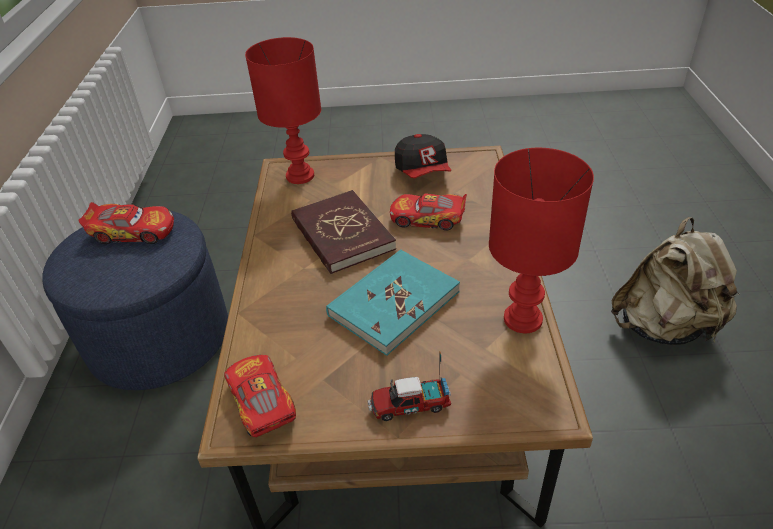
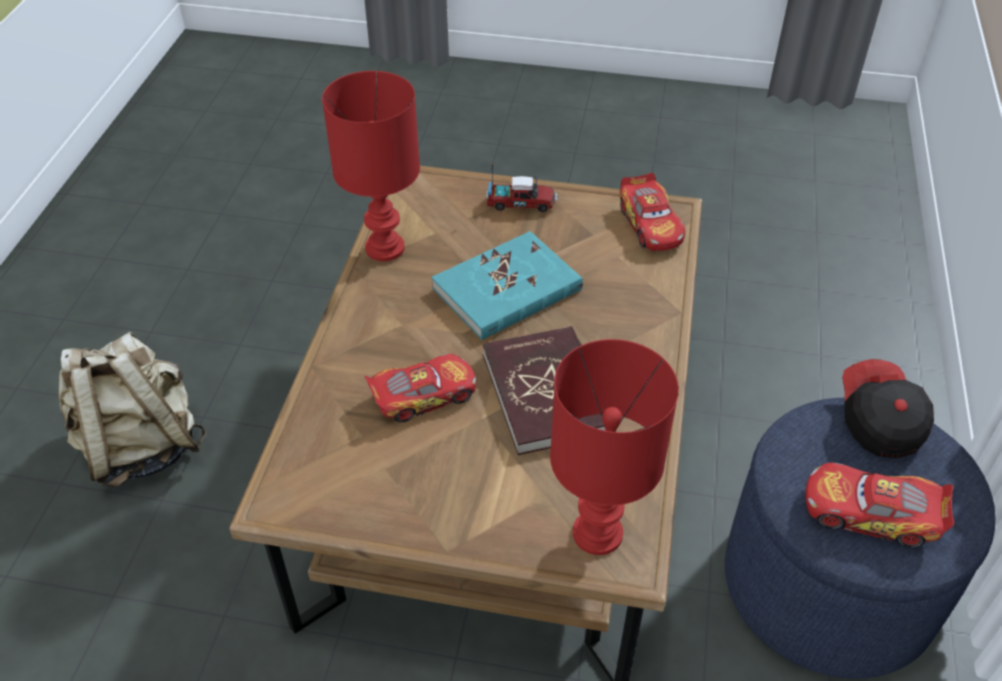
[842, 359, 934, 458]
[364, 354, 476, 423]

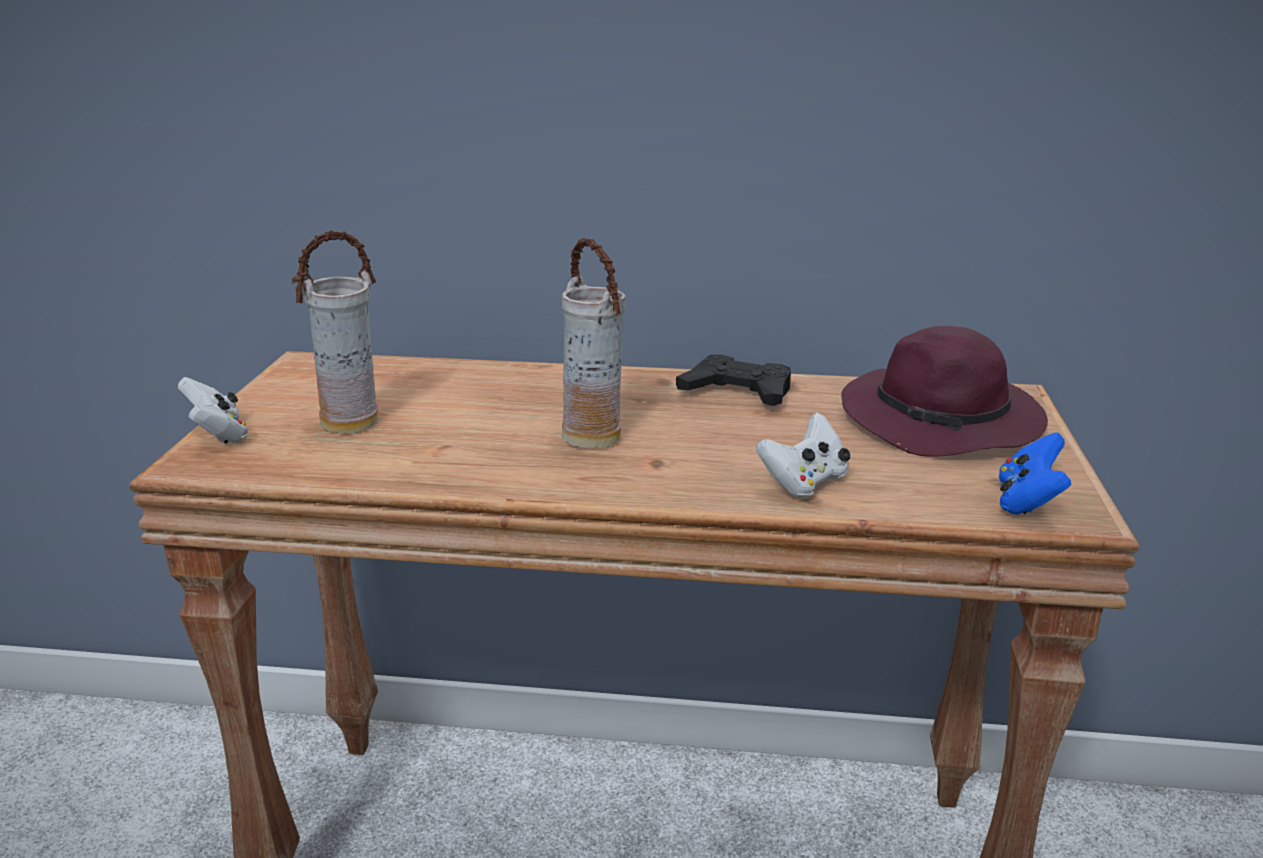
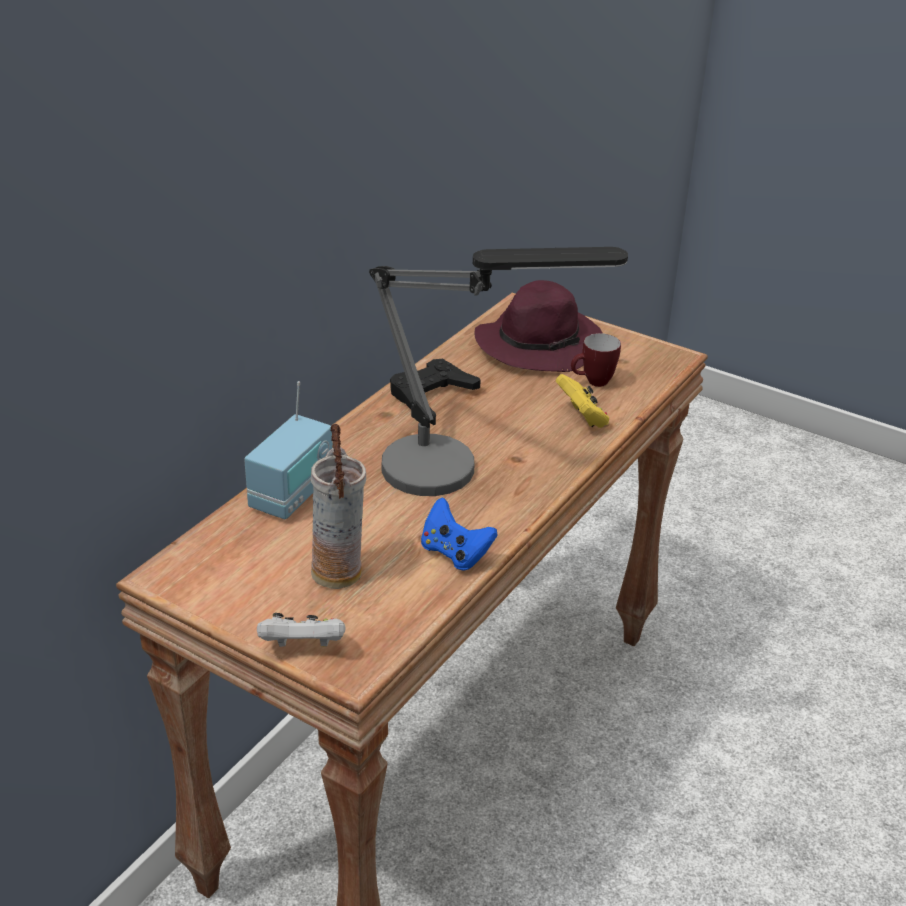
[369, 247, 628, 496]
[556, 374, 609, 428]
[421, 497, 498, 571]
[571, 333, 621, 387]
[244, 381, 333, 519]

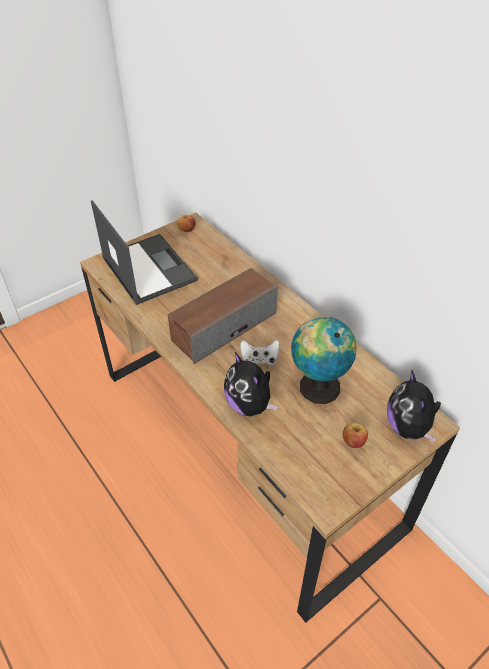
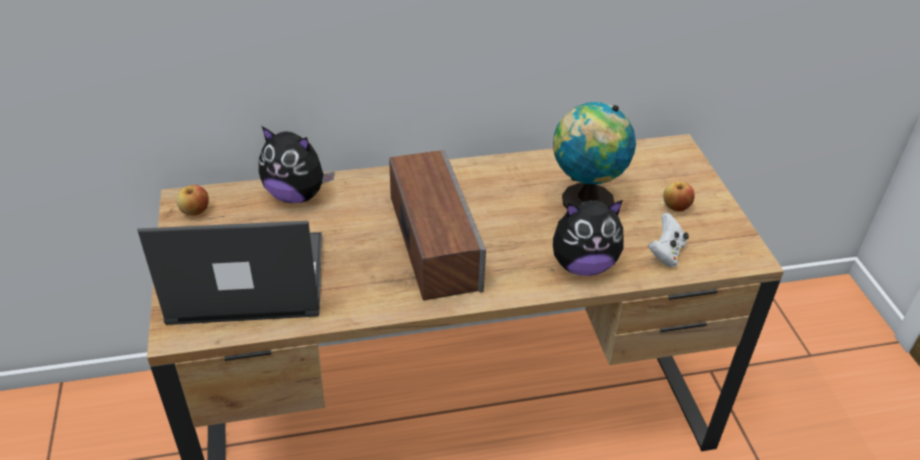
[648, 213, 689, 267]
[259, 126, 335, 203]

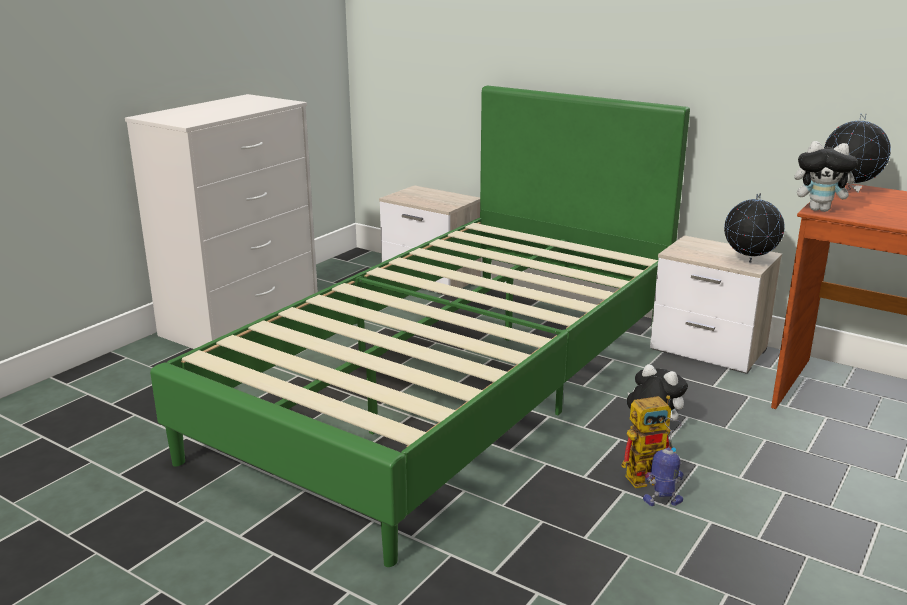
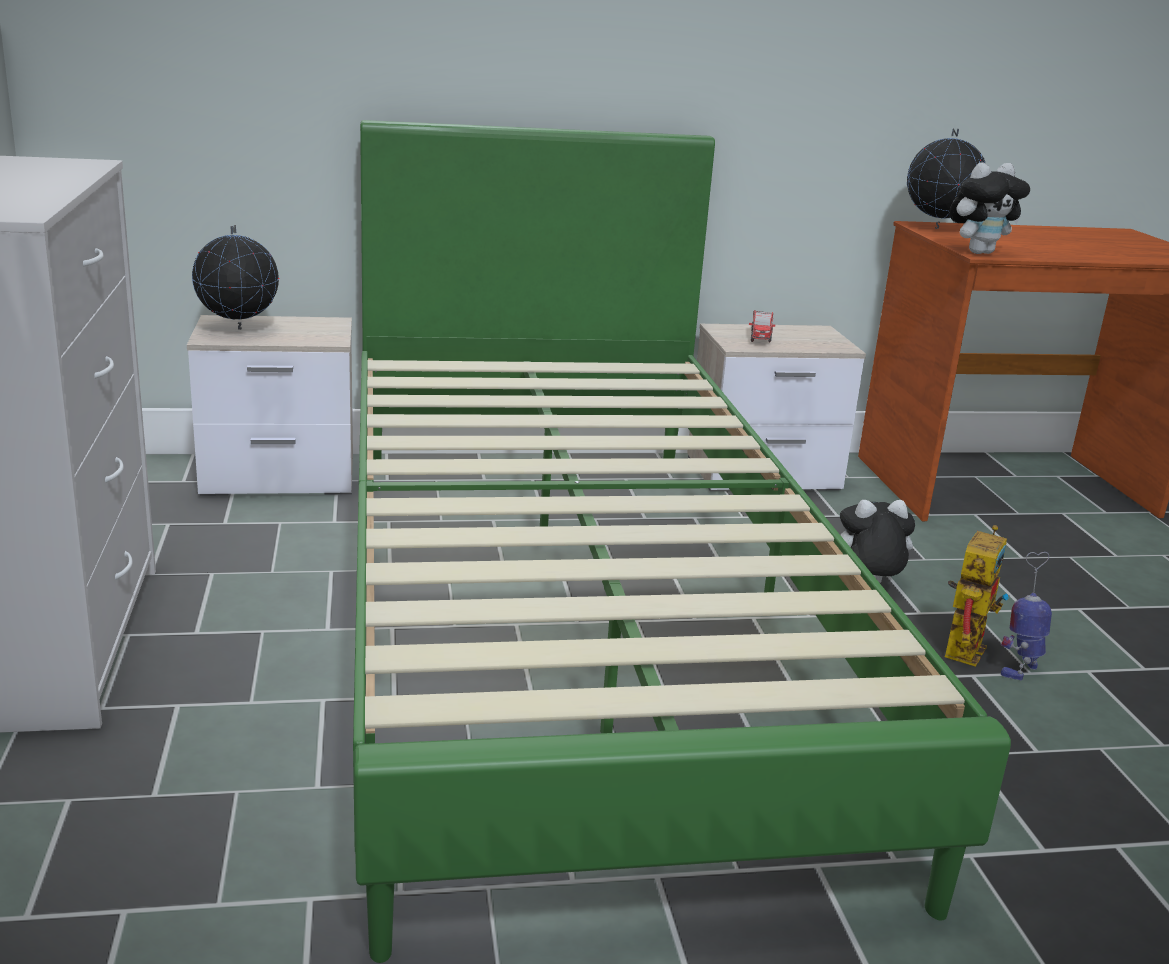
[192, 225, 279, 330]
[749, 310, 775, 343]

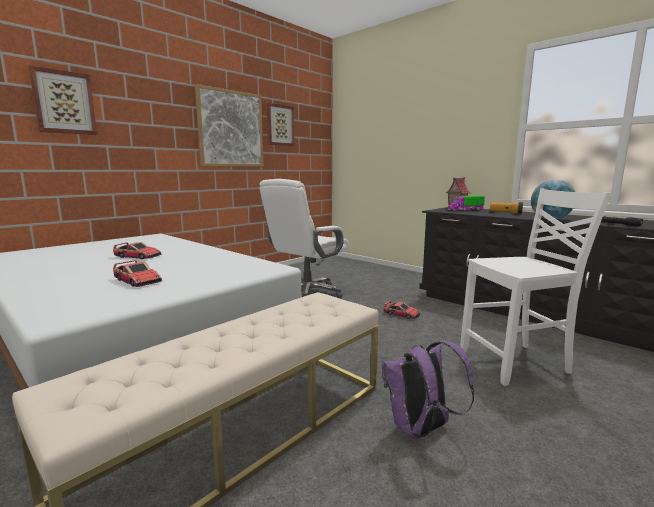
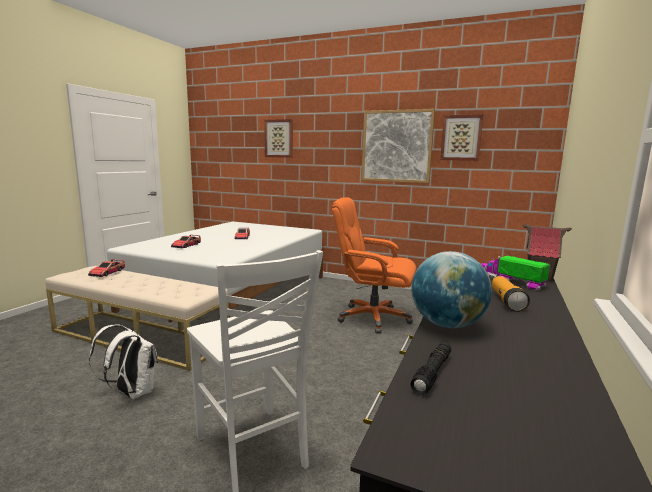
[332, 197, 417, 334]
[88, 259, 125, 277]
[89, 324, 158, 399]

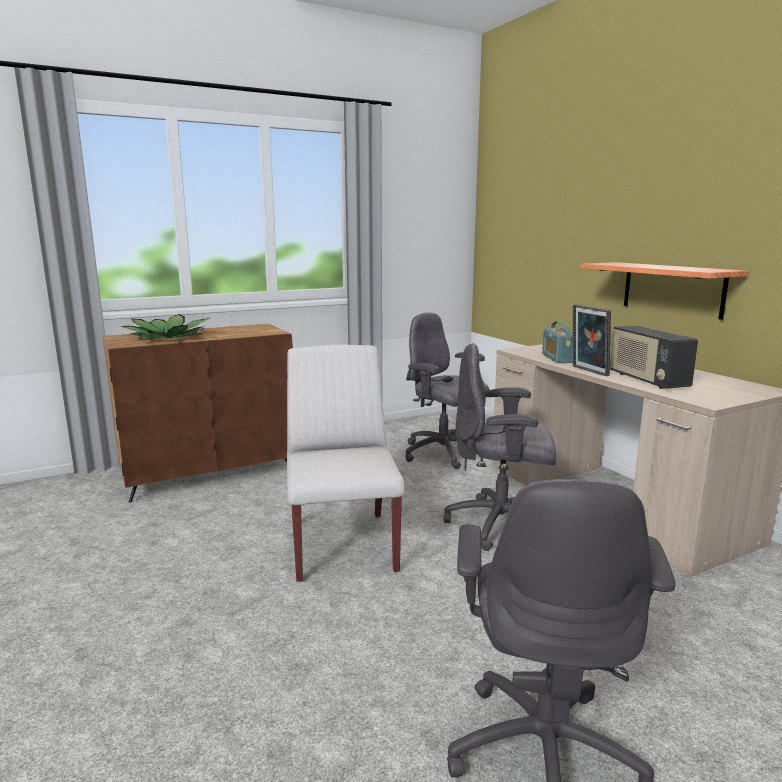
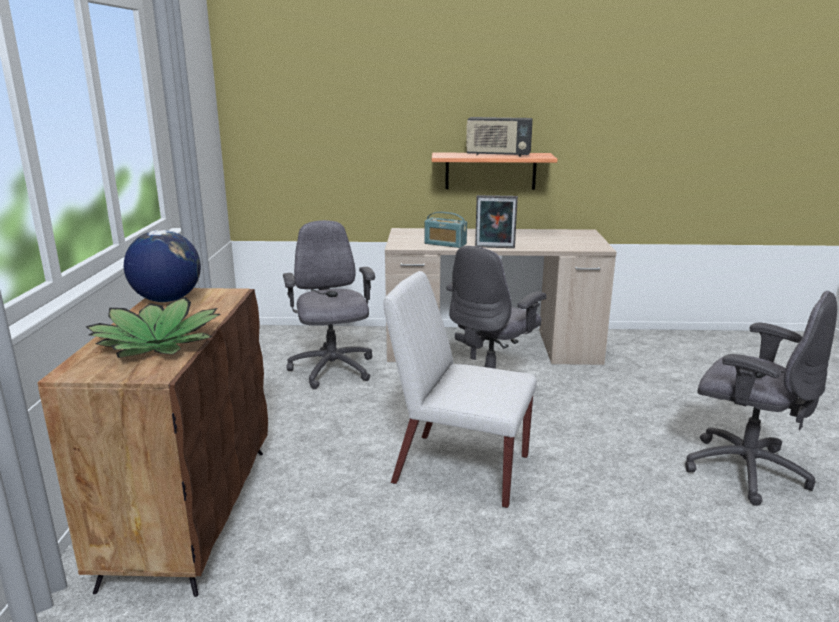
[283, 220, 375, 389]
[466, 117, 533, 157]
[124, 230, 201, 302]

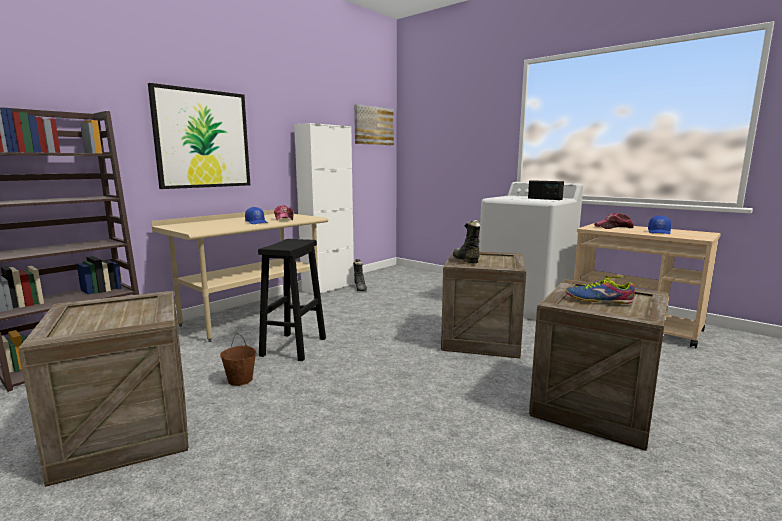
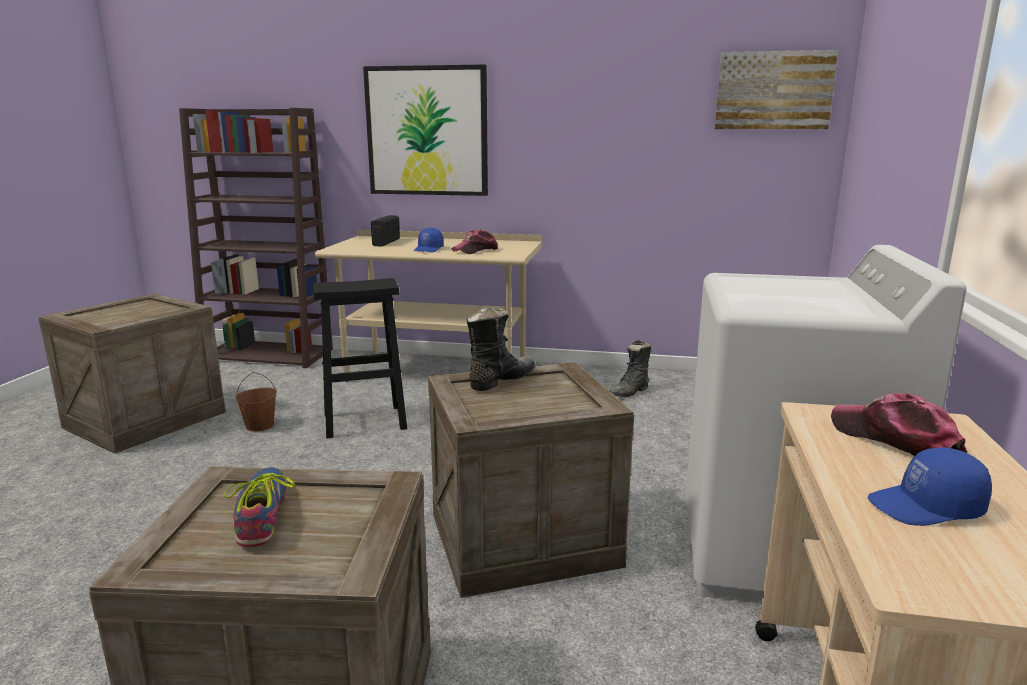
[294, 123, 354, 294] (first image)
[371, 215, 400, 246]

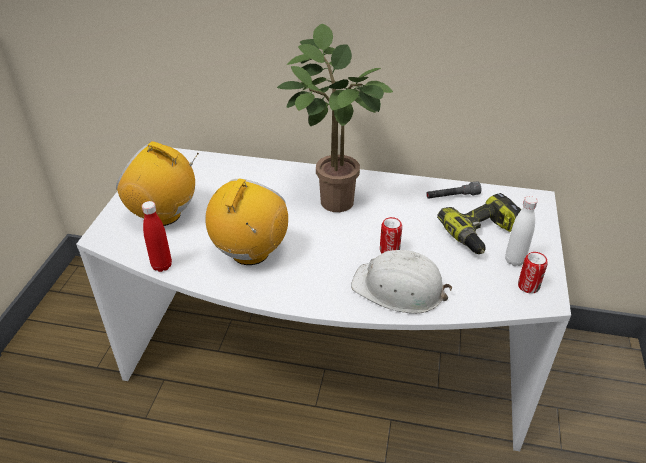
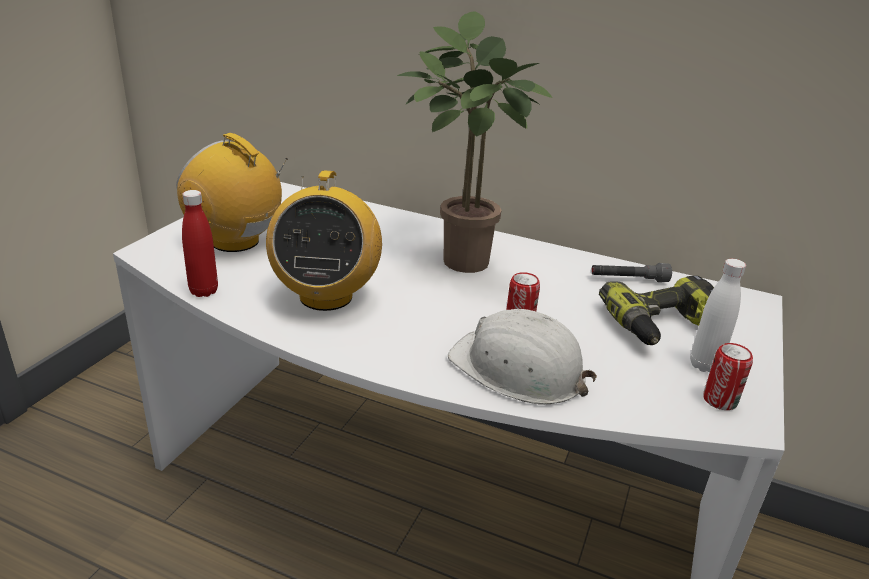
[266, 170, 382, 311]

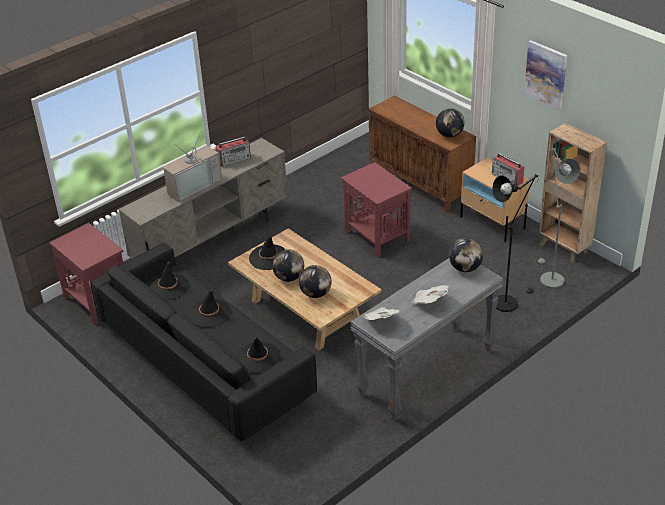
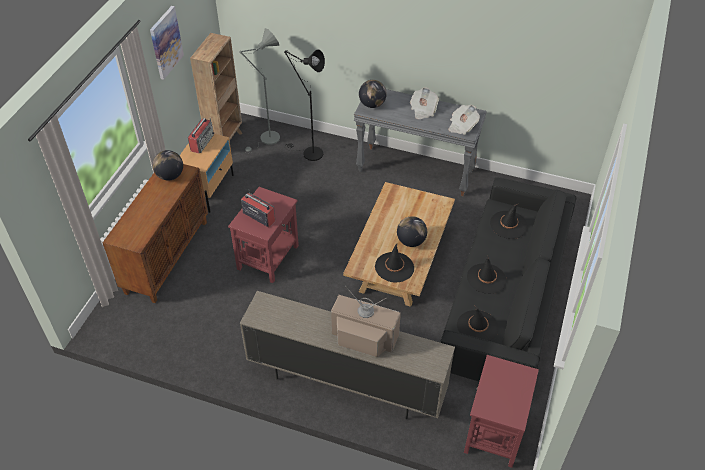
[241, 192, 276, 227]
[299, 265, 332, 298] (first image)

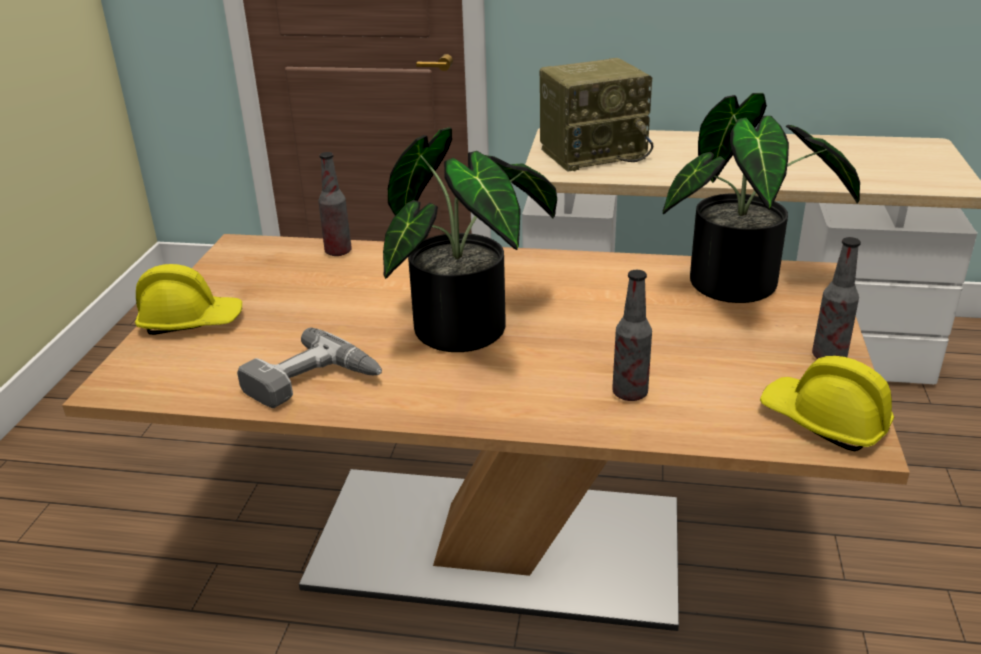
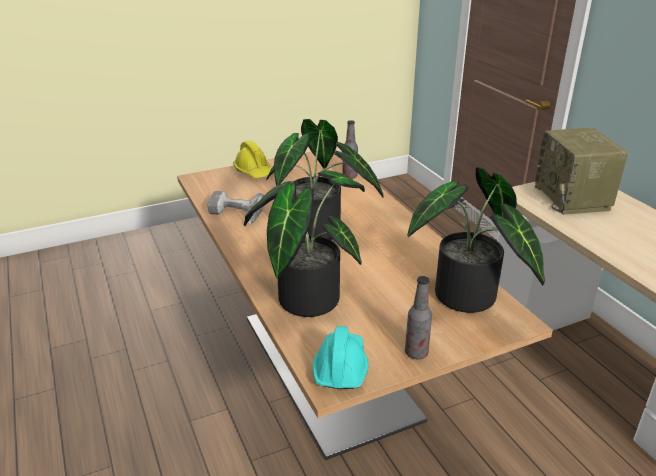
[535, 128, 628, 215]
[244, 170, 365, 317]
[313, 326, 369, 389]

